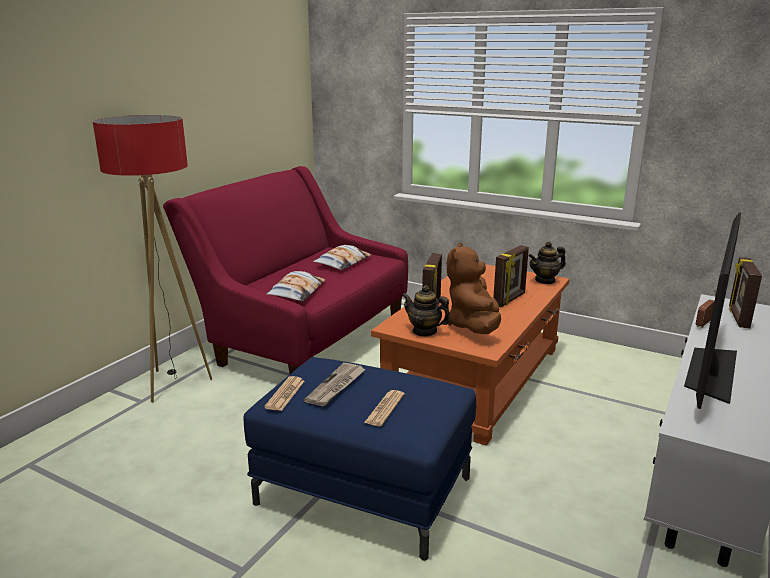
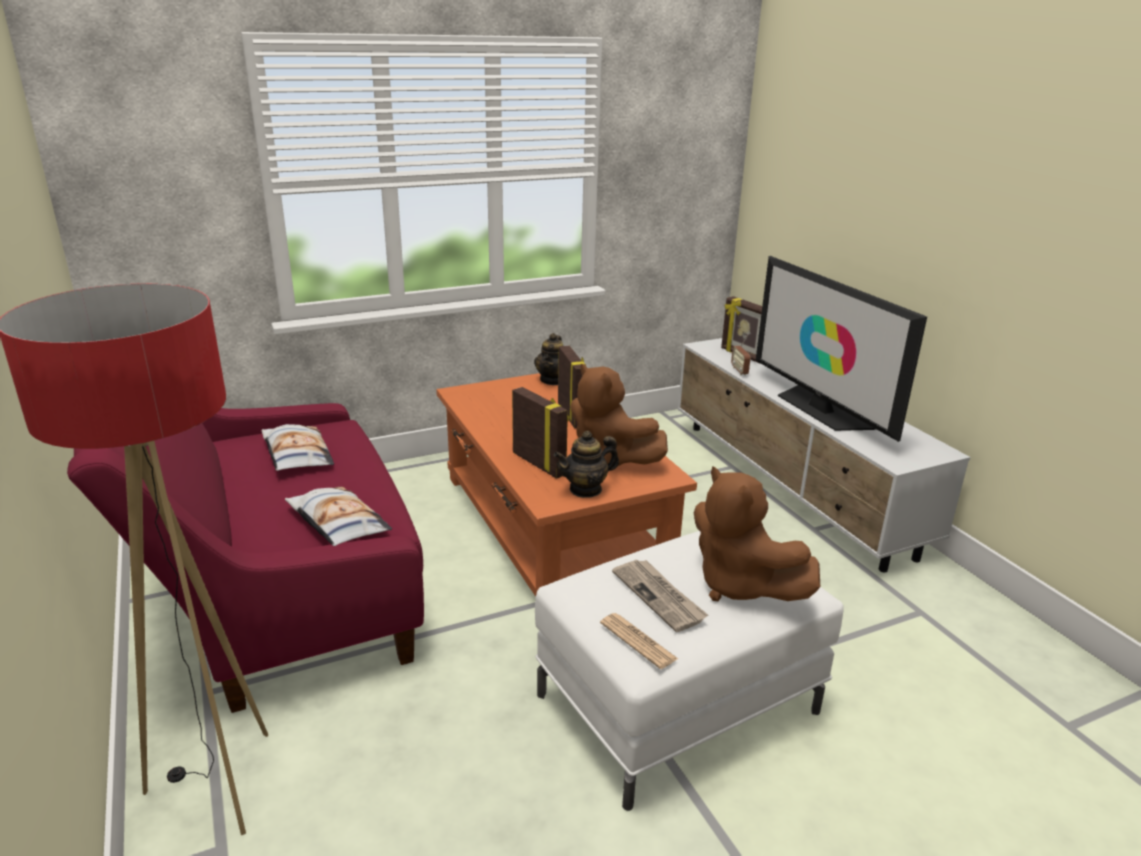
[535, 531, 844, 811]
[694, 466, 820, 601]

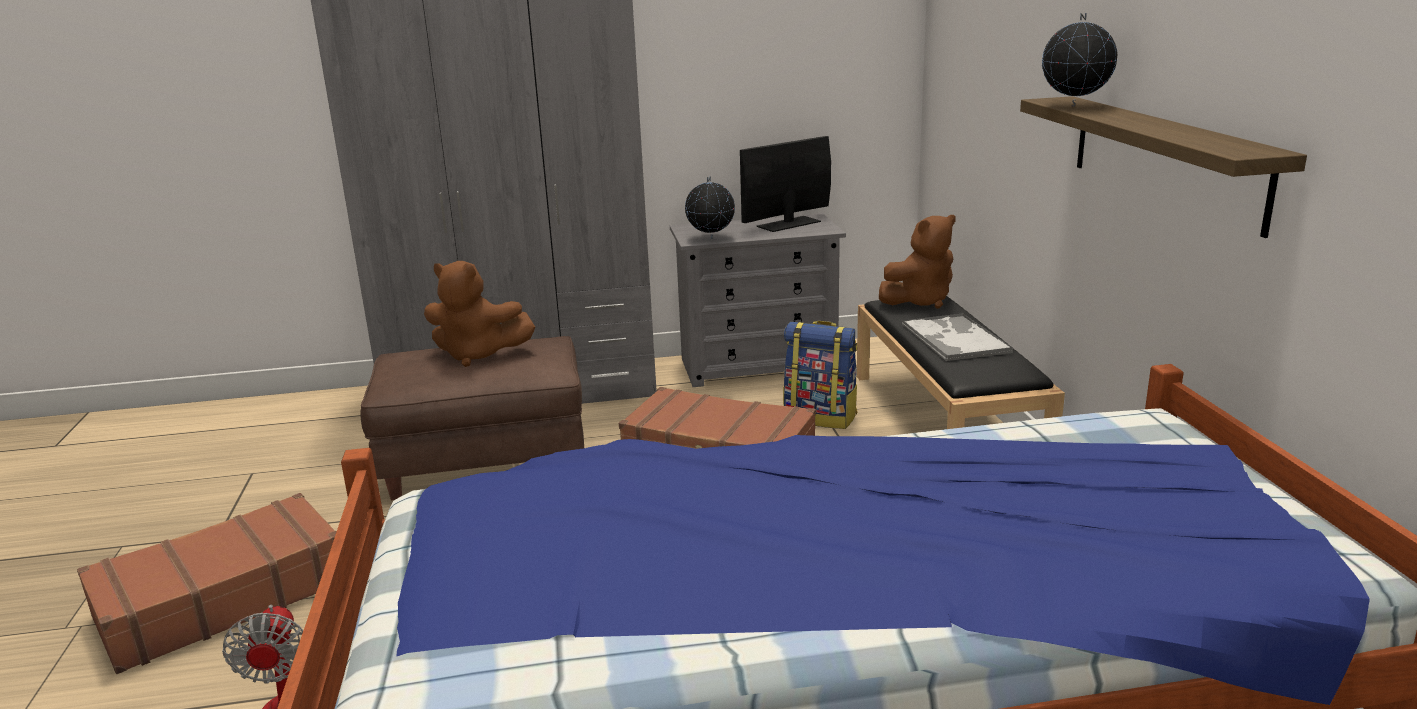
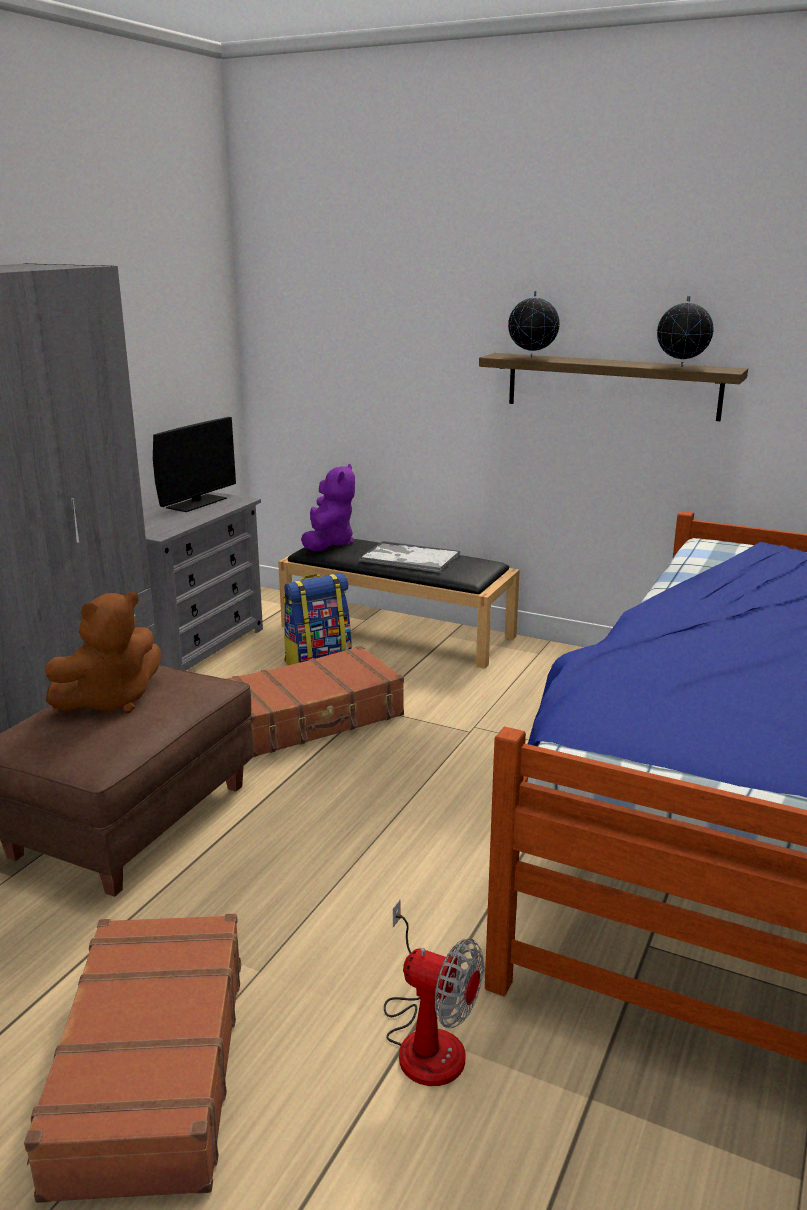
[153, 417, 236, 512]
[657, 296, 714, 367]
[301, 464, 355, 551]

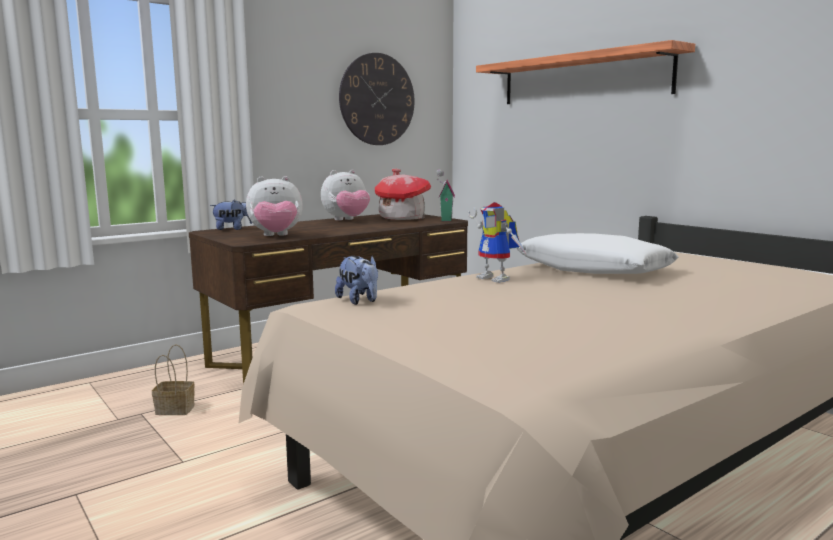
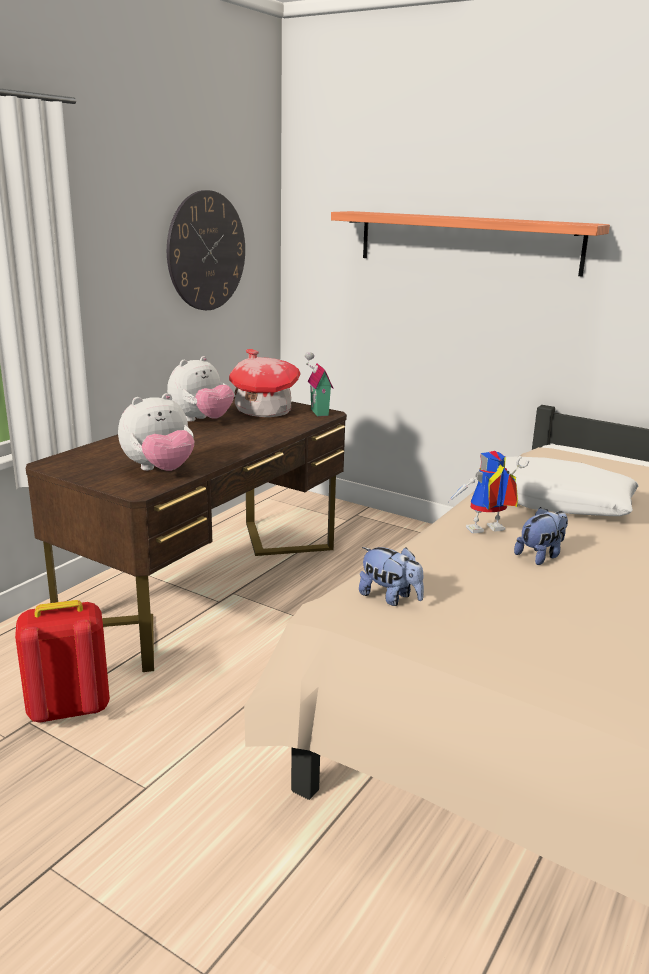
[514, 507, 568, 565]
[447, 451, 529, 533]
[15, 600, 110, 723]

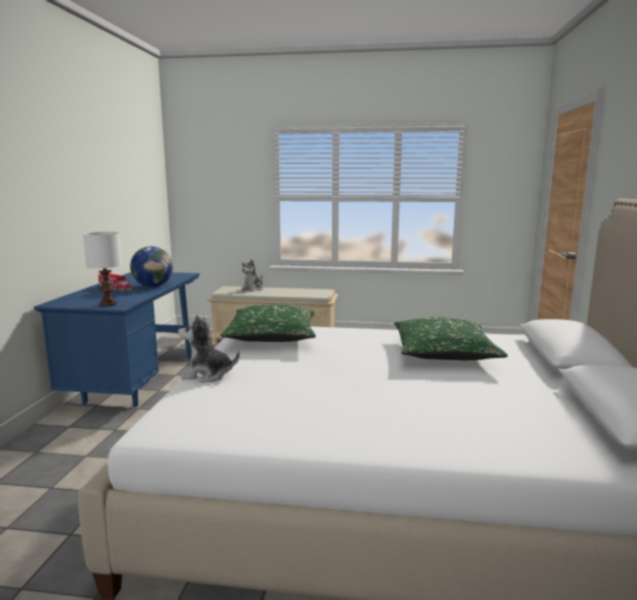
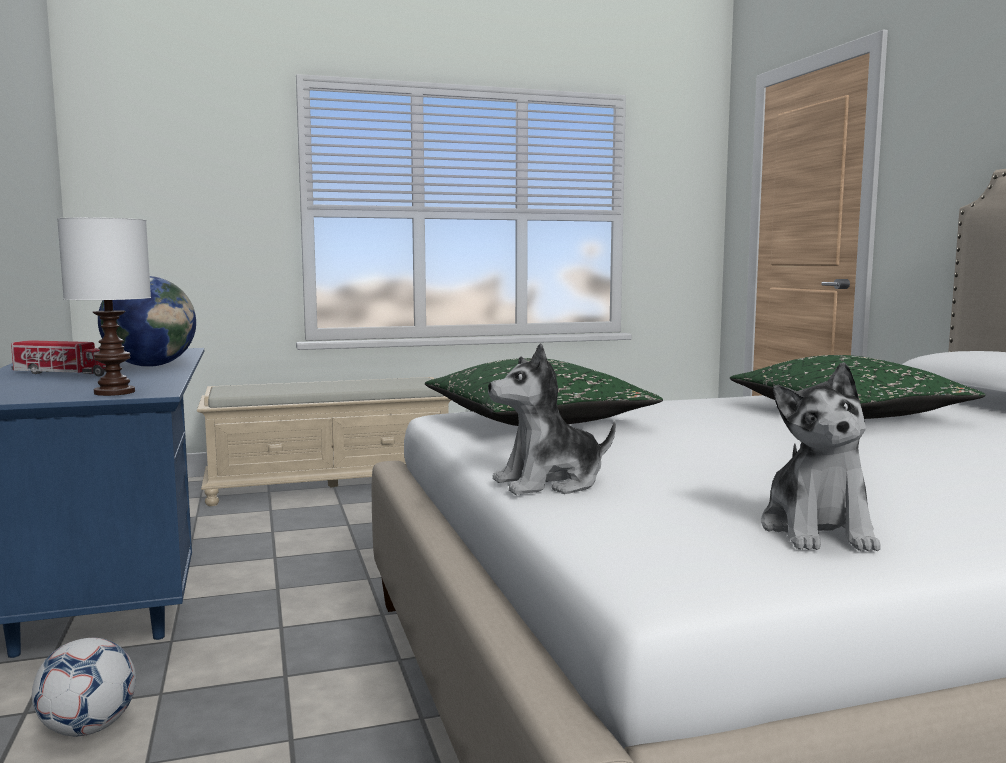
[761, 362, 881, 551]
[32, 638, 136, 736]

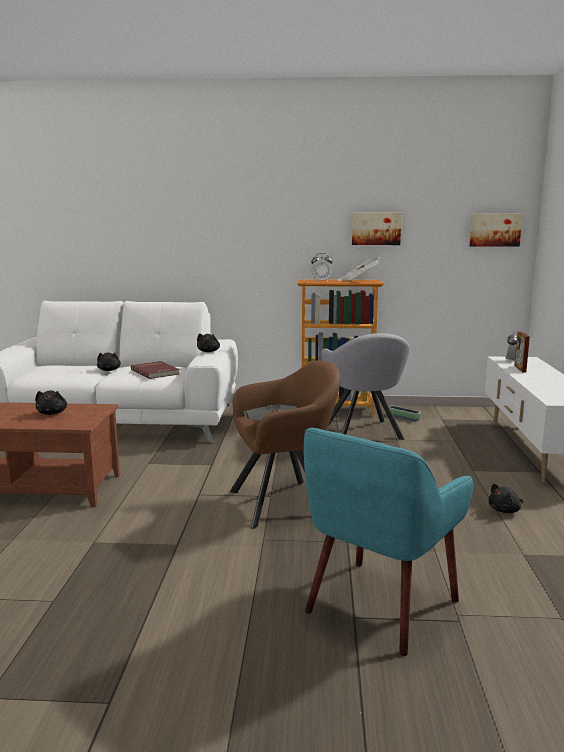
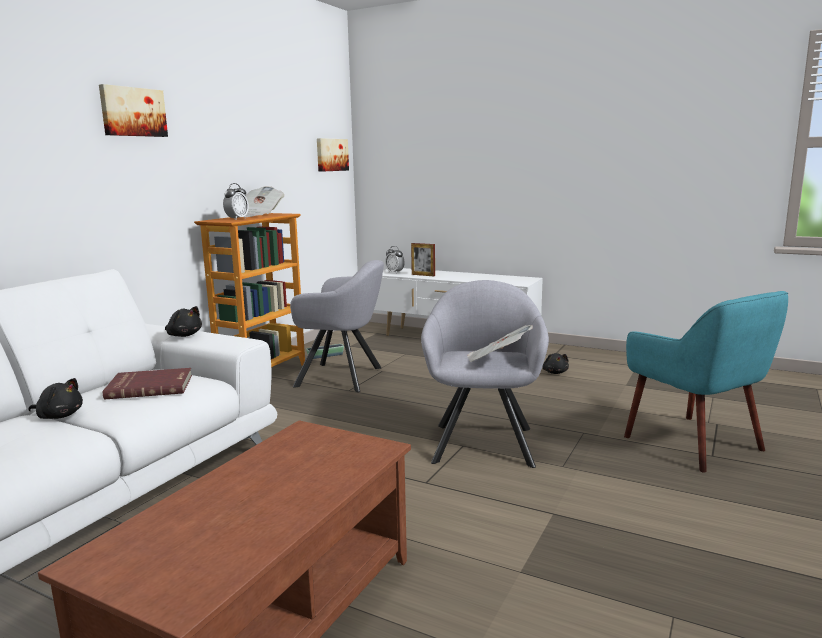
[99, 84, 168, 137]
[421, 280, 549, 468]
[35, 390, 67, 415] (first image)

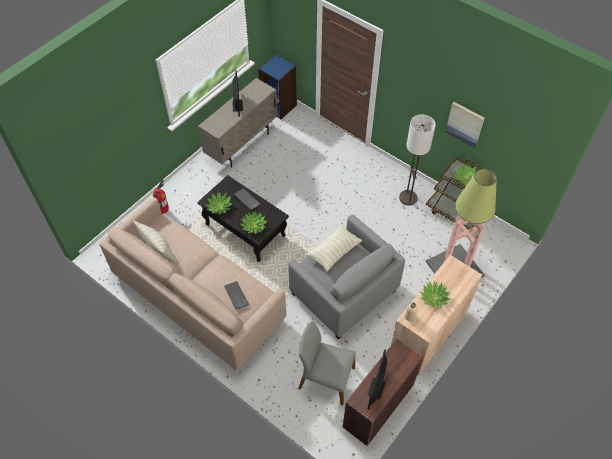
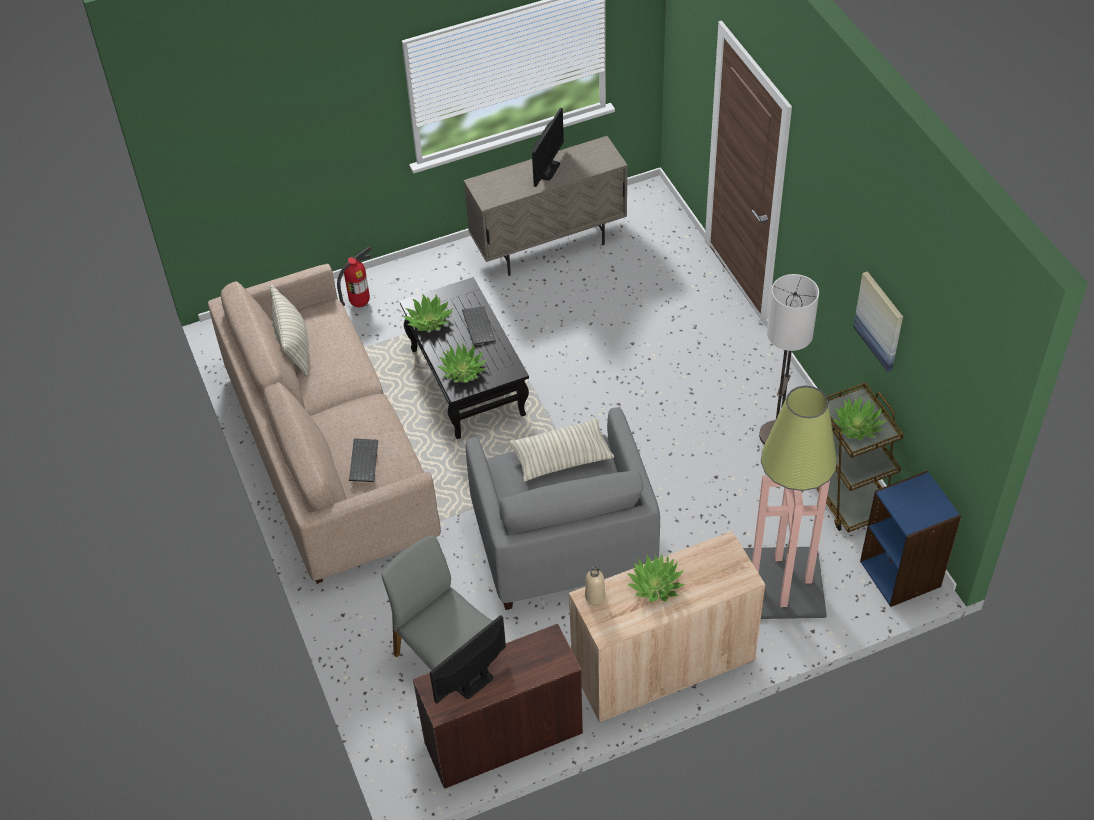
[860, 471, 961, 607]

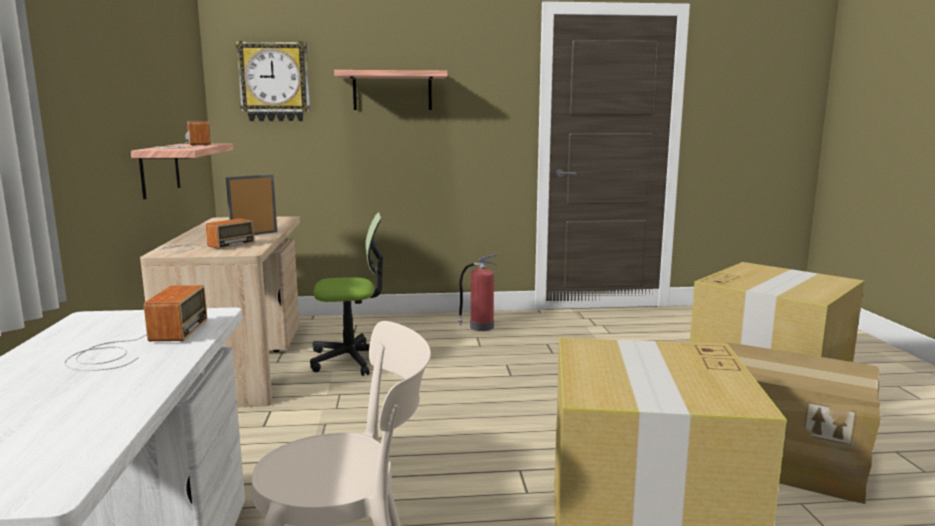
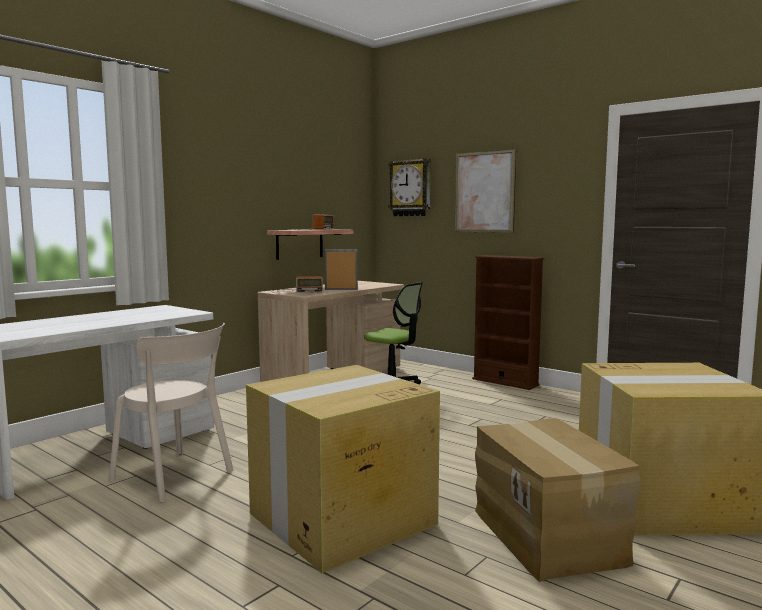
[455, 149, 516, 233]
[458, 254, 497, 331] (first image)
[64, 285, 207, 371] (first image)
[472, 255, 544, 390]

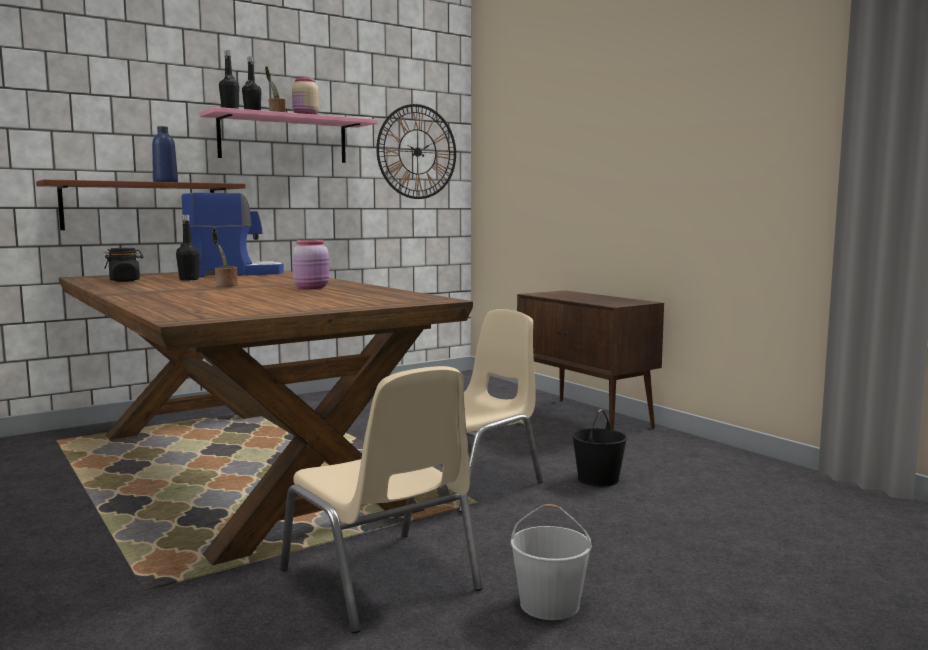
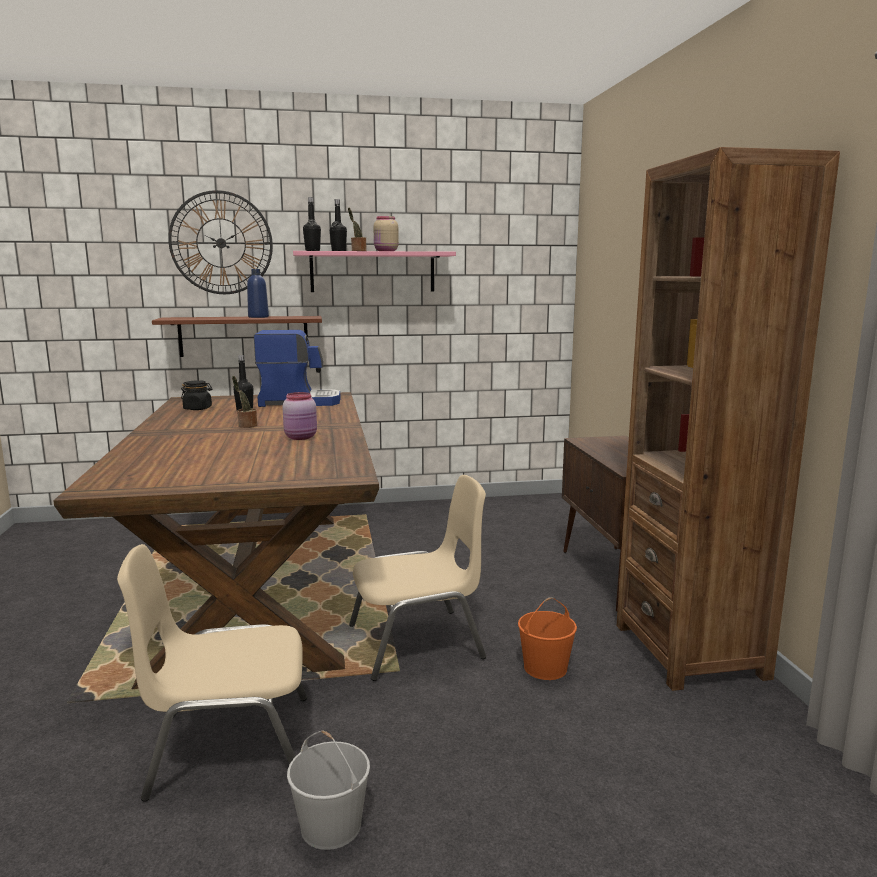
[168, 190, 273, 294]
[117, 544, 307, 802]
[518, 597, 577, 680]
[617, 147, 840, 691]

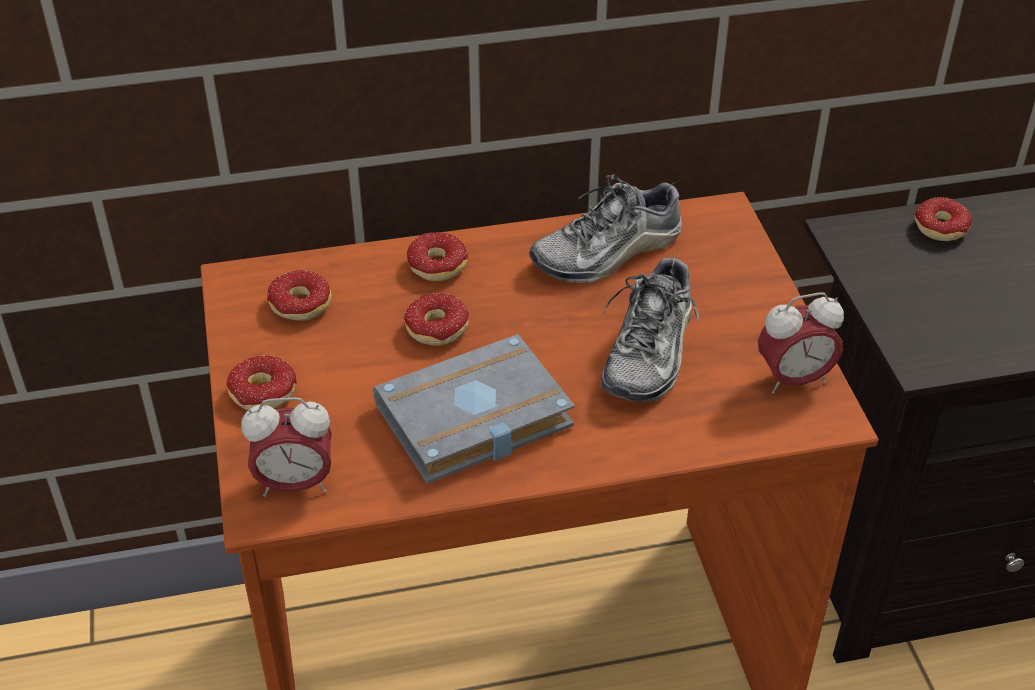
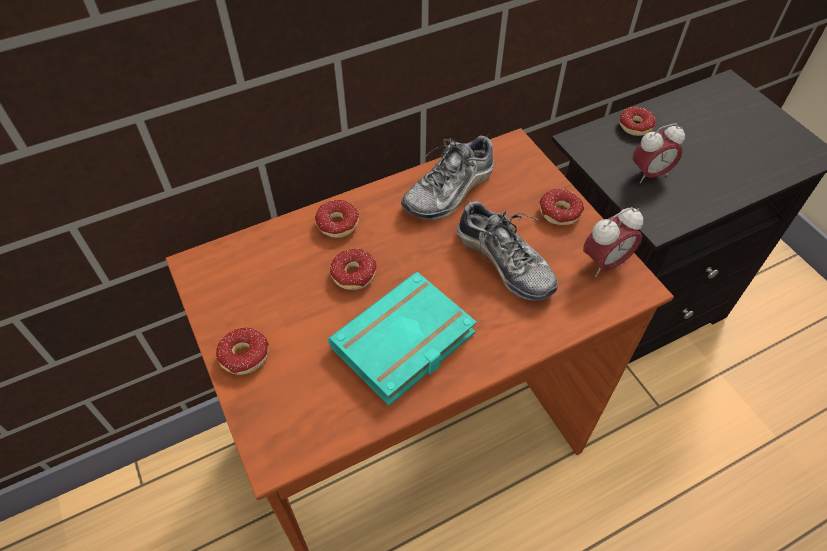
[457, 197, 558, 301]
[539, 189, 584, 225]
[328, 272, 477, 406]
[632, 123, 685, 183]

